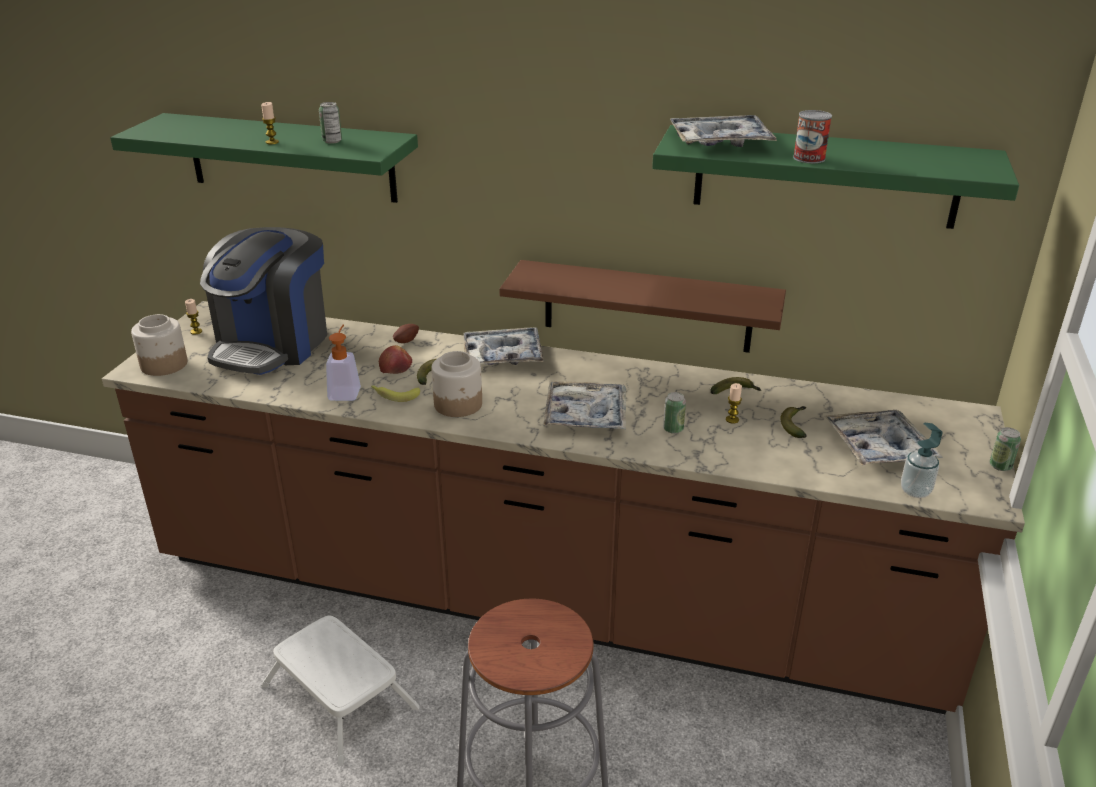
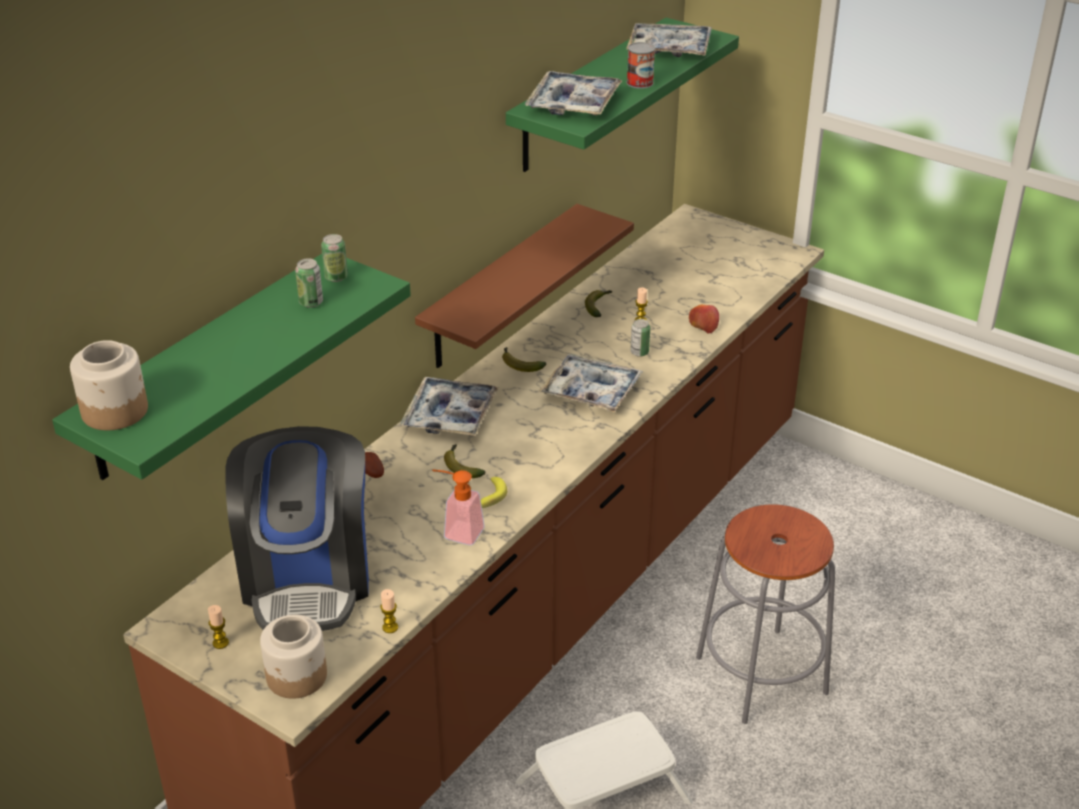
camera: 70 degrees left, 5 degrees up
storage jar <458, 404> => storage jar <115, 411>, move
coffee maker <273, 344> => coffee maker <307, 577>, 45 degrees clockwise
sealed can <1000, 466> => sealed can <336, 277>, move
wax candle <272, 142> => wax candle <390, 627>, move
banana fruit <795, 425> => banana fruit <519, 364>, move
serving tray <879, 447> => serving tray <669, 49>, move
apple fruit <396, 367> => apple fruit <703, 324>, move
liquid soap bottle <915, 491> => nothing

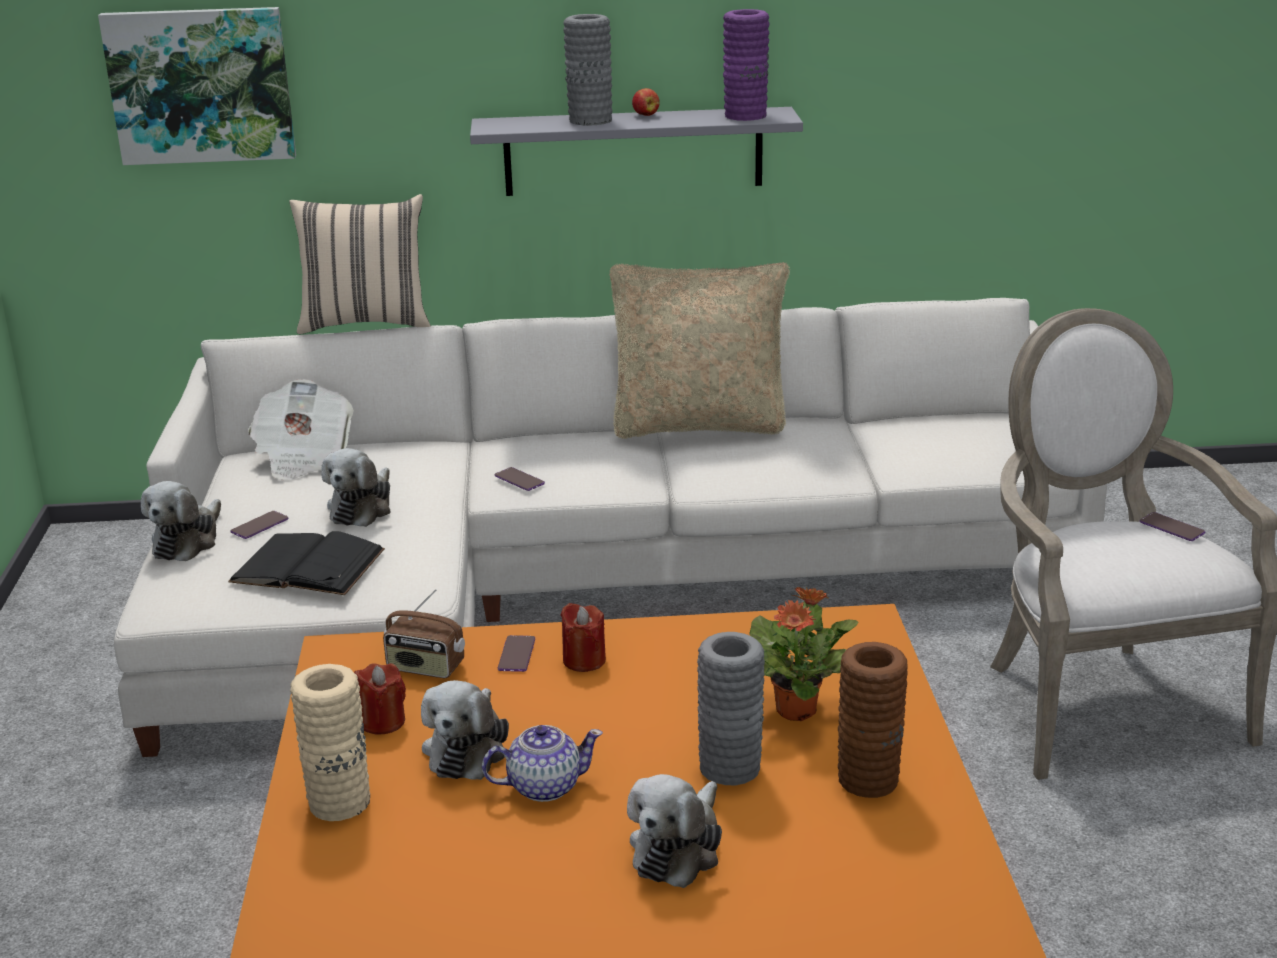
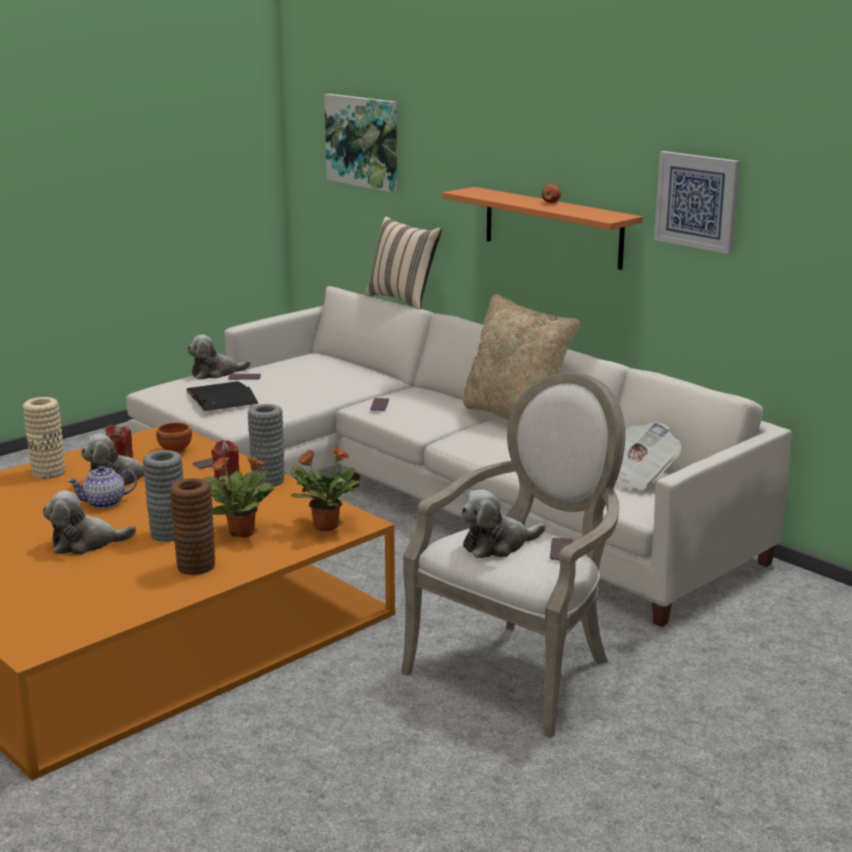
camera: 50 degrees right, 5 degrees down
pot for tea <543, 786> => pot for tea <105, 503>, 120 degrees clockwise
radio receiver <425, 668> => brown-coloured bowl <176, 450>
grey flower vase <590, 120> => grey flower vase <268, 480>, move
nothing => houseplant <324, 526>
grey shelf <633, 151> => orange shelf <552, 227>
cuddly toy <362, 508> => cuddly toy <497, 545>, move
daily paper <303, 457> => daily paper <634, 478>, move
nothing => wall picture <697, 201>
purple-coloured flower vase <745, 115> => nothing

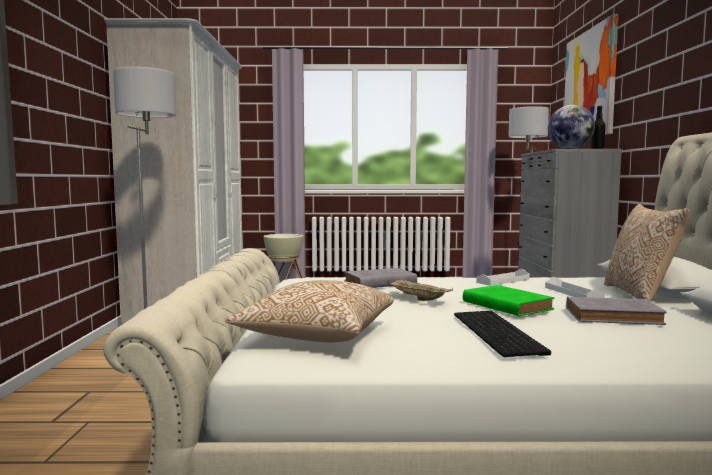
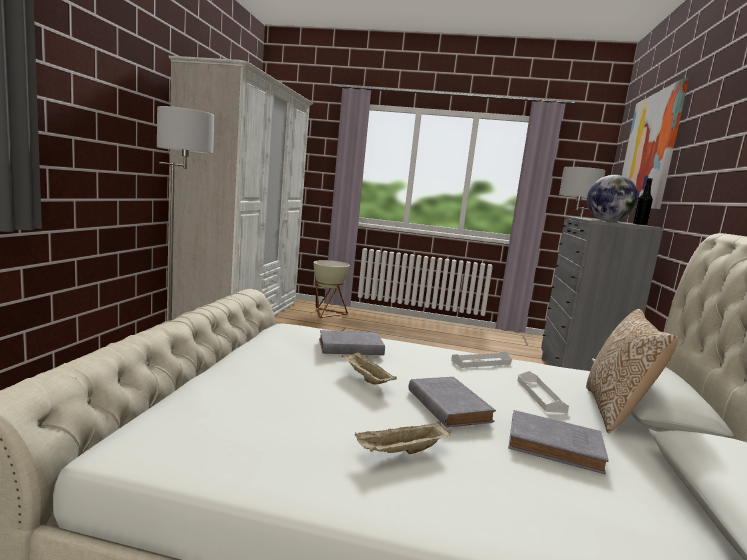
camera: 10 degrees right, 5 degrees up
computer keyboard <499, 332> => beige-coloured serving tray <401, 452>
green volume <505, 305> => grey volume <447, 405>
throw pillow <316, 335> => nothing

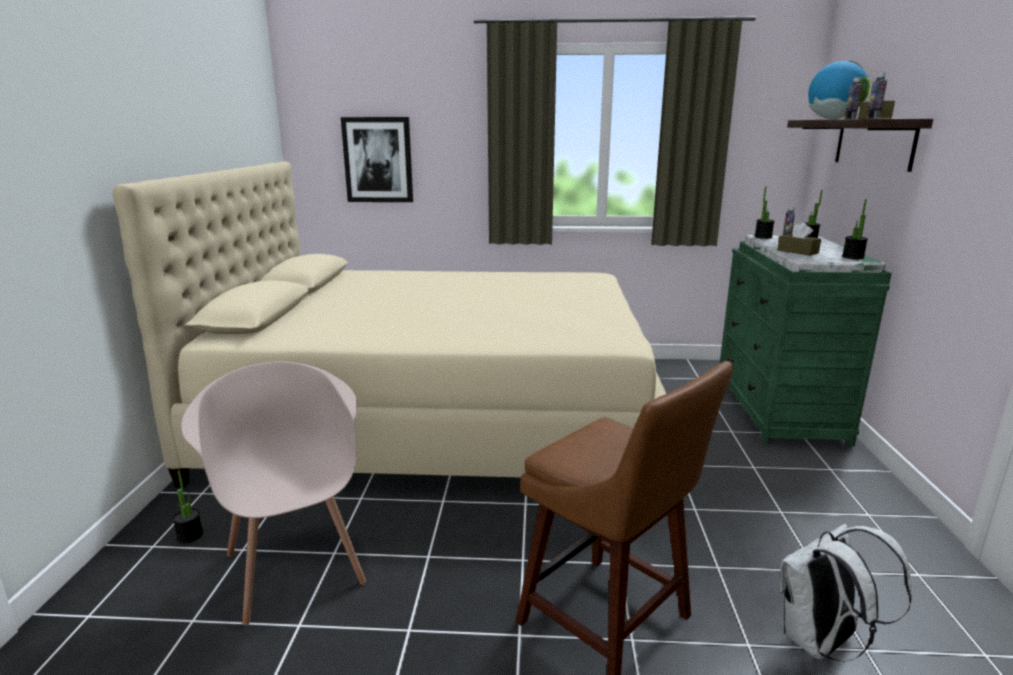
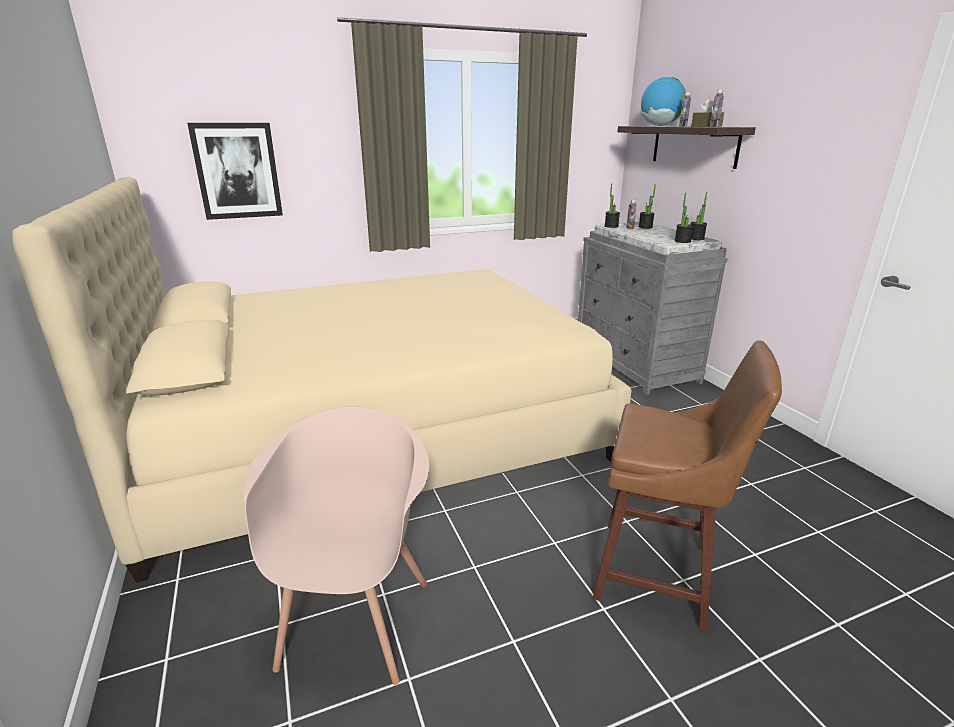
camera: 25 degrees left, 5 degrees up
beige-coloured chair <295, 567> => beige-coloured chair <356, 622>, 60 degrees clockwise
green chest of drawers <778, 408> => grey chest of drawers <634, 363>
houseplant <190, 535> => houseplant <682, 241>, move
brown-coloured tissue box <797, 252> => nothing
white-coloured backpack <821, 643> => nothing

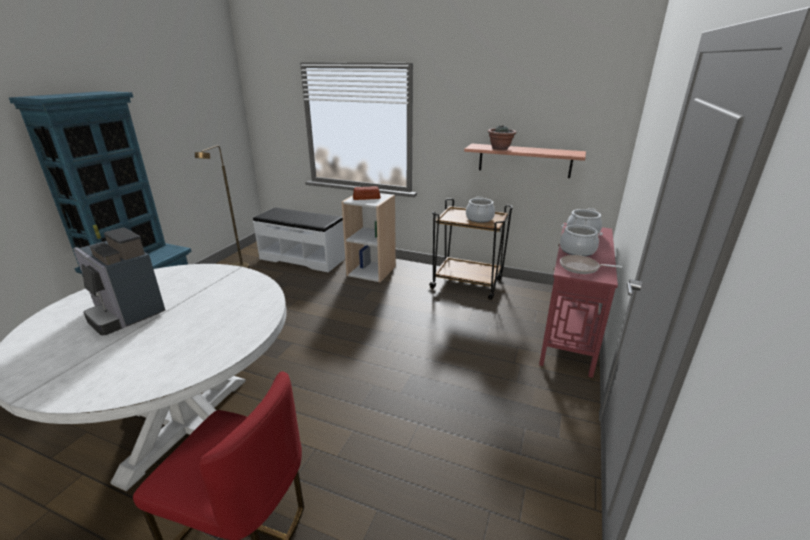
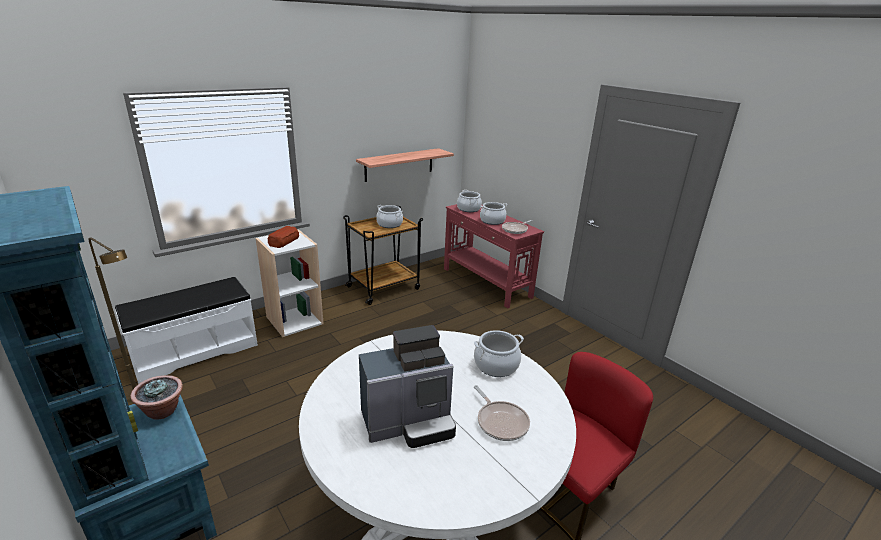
camera: 60 degrees left, 0 degrees up
houseplant <500, 148> => houseplant <163, 411>, move
nothing => saucepot <496, 365>
nothing => pan <501, 422>

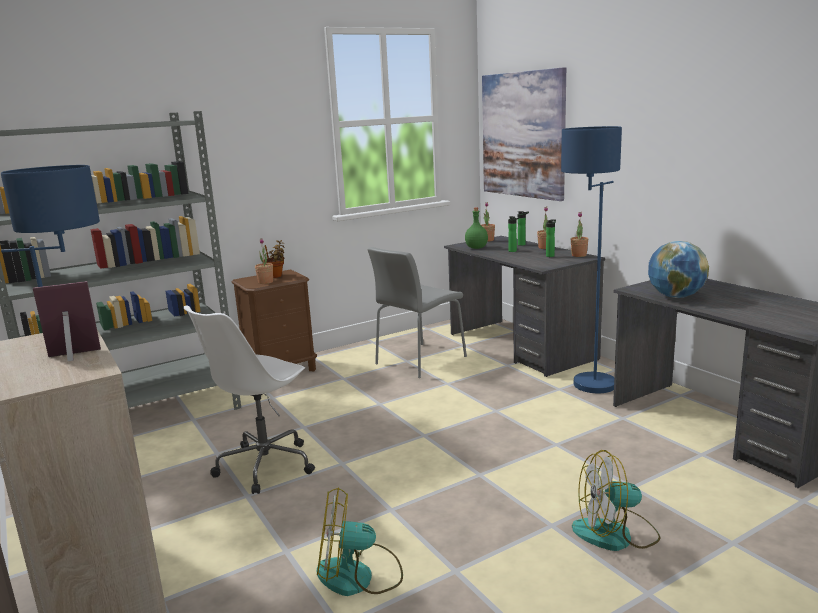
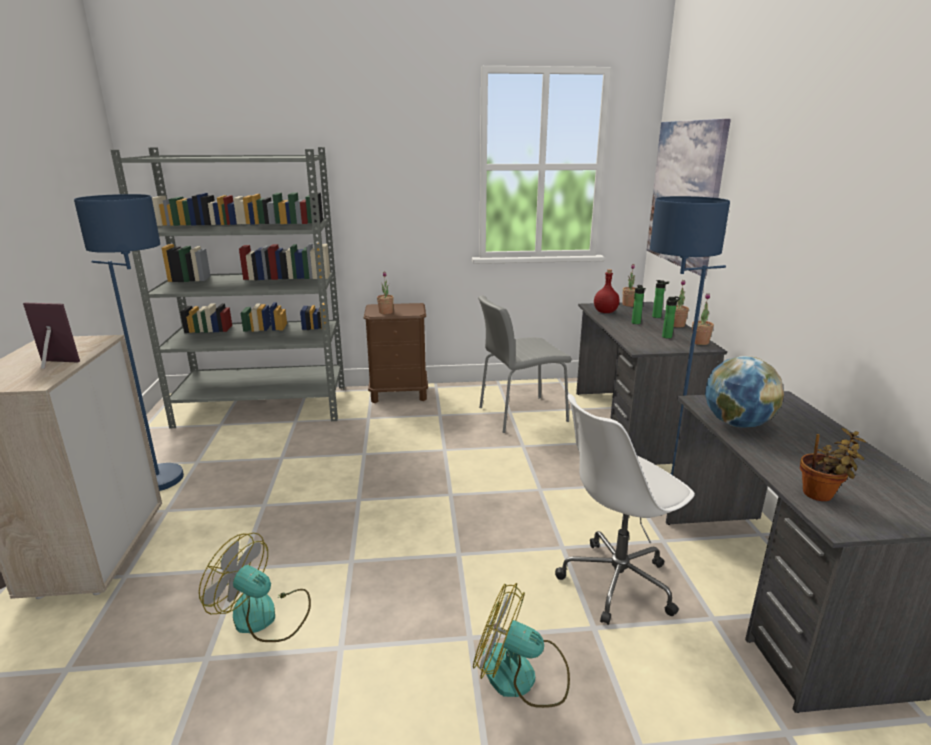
camera: 25 degrees right, 5 degrees up
white-coloured office chair <263, 467> => white-coloured office chair <614, 584>, move
green beverage bottle <477, 248> => red beverage bottle <605, 312>
houseplant <276, 276> => houseplant <820, 495>, move

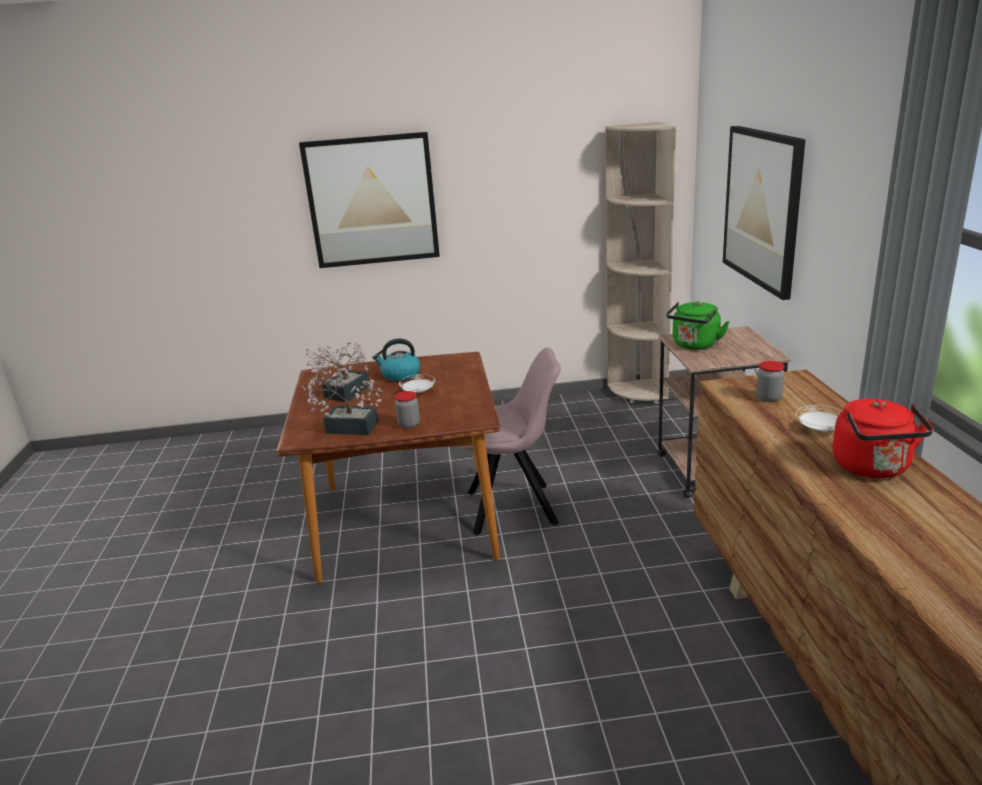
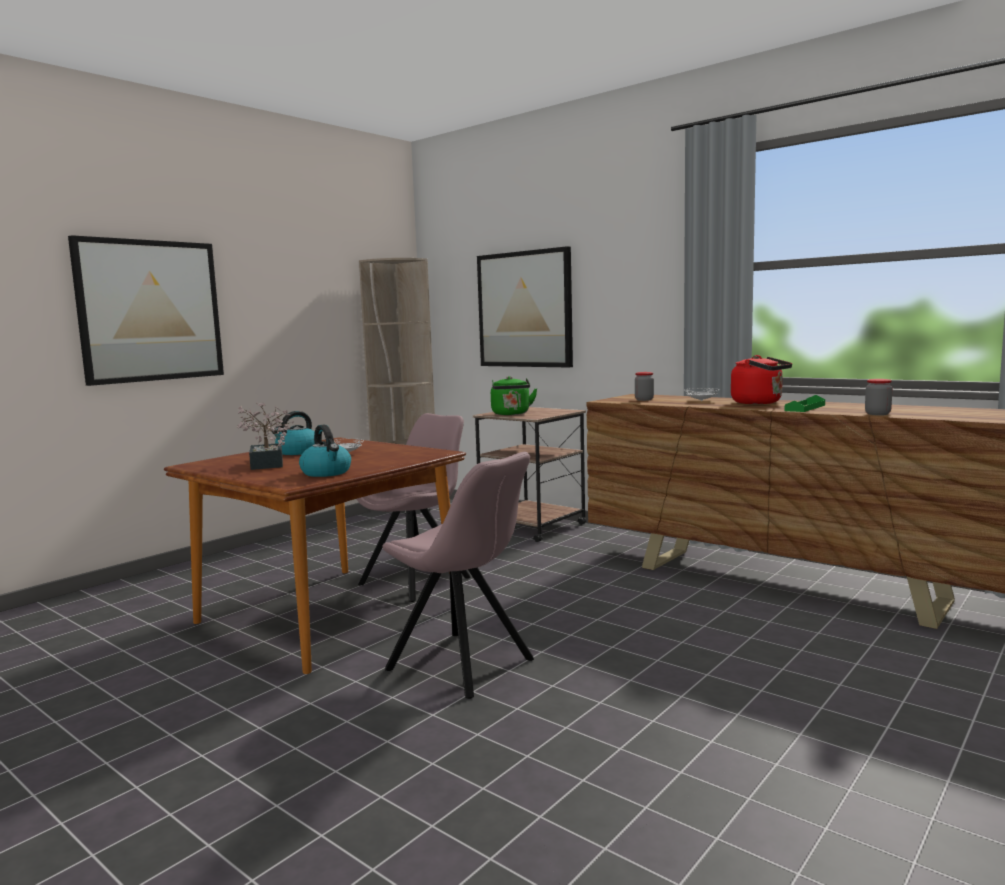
camera: 45 degrees left, 15 degrees down
houseplant <346, 427> => tea kettle <327, 473>
nothing => pink-coloured chair <461, 664>
nothing => green serving tray <805, 408>
storage jar <409, 424> => storage jar <877, 414>, move

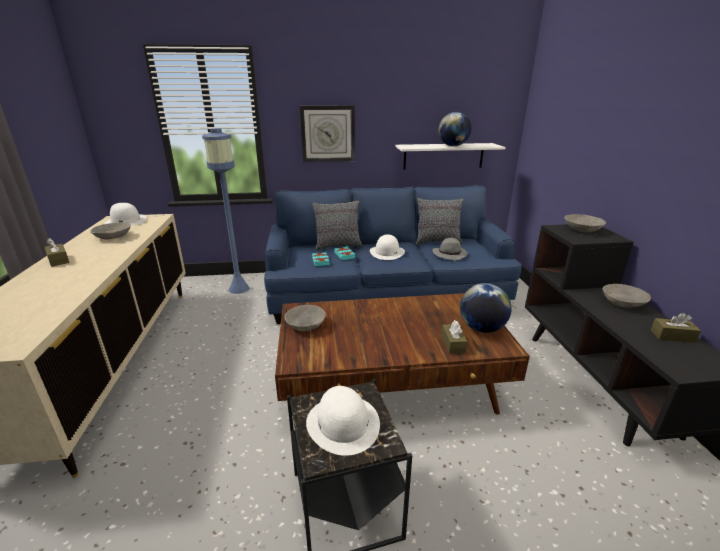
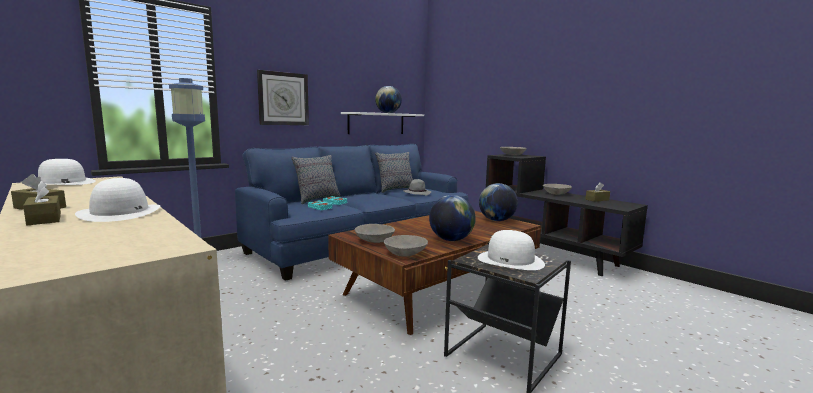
camera: 35 degrees left, 15 degrees down
brown-coloured tissue box <453, 344> => brown-coloured tissue box <44, 219>, move
white-coloured hat <387, 252> => white-coloured hat <120, 213>, move
grey bowl <114, 237> => grey bowl <405, 253>, move
nothing => desk globe <451, 240>

